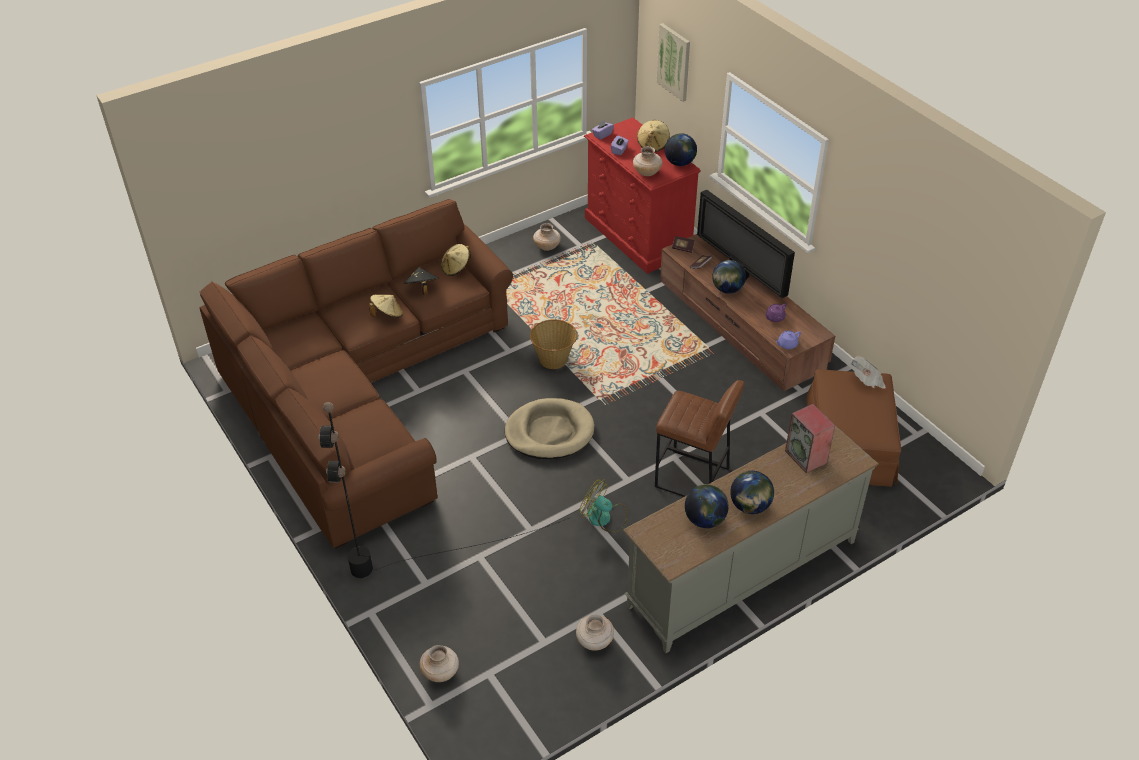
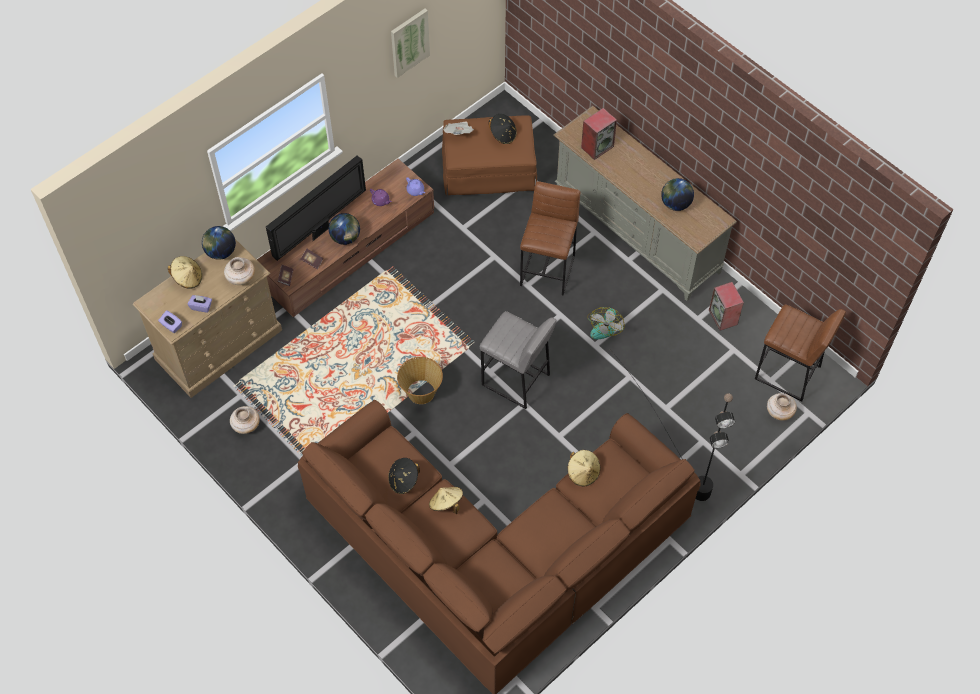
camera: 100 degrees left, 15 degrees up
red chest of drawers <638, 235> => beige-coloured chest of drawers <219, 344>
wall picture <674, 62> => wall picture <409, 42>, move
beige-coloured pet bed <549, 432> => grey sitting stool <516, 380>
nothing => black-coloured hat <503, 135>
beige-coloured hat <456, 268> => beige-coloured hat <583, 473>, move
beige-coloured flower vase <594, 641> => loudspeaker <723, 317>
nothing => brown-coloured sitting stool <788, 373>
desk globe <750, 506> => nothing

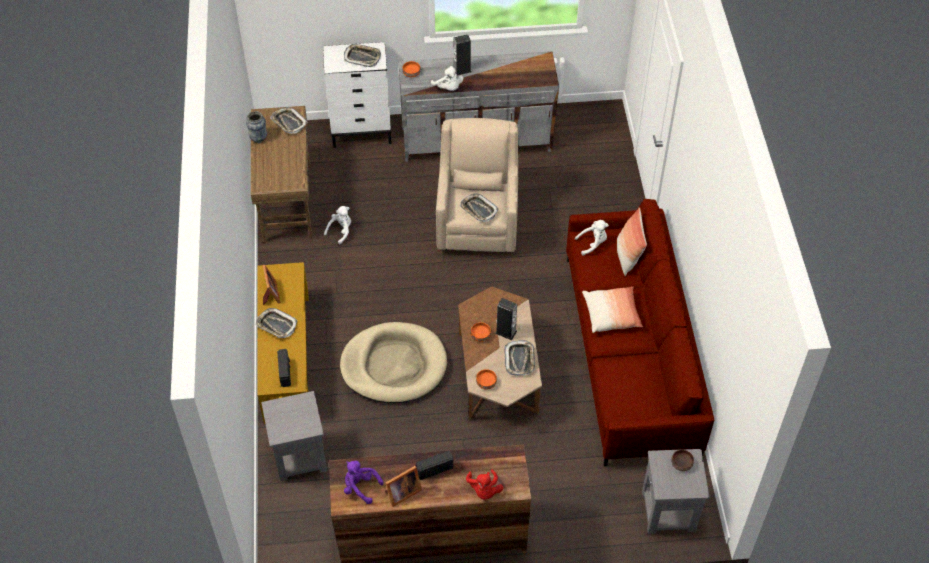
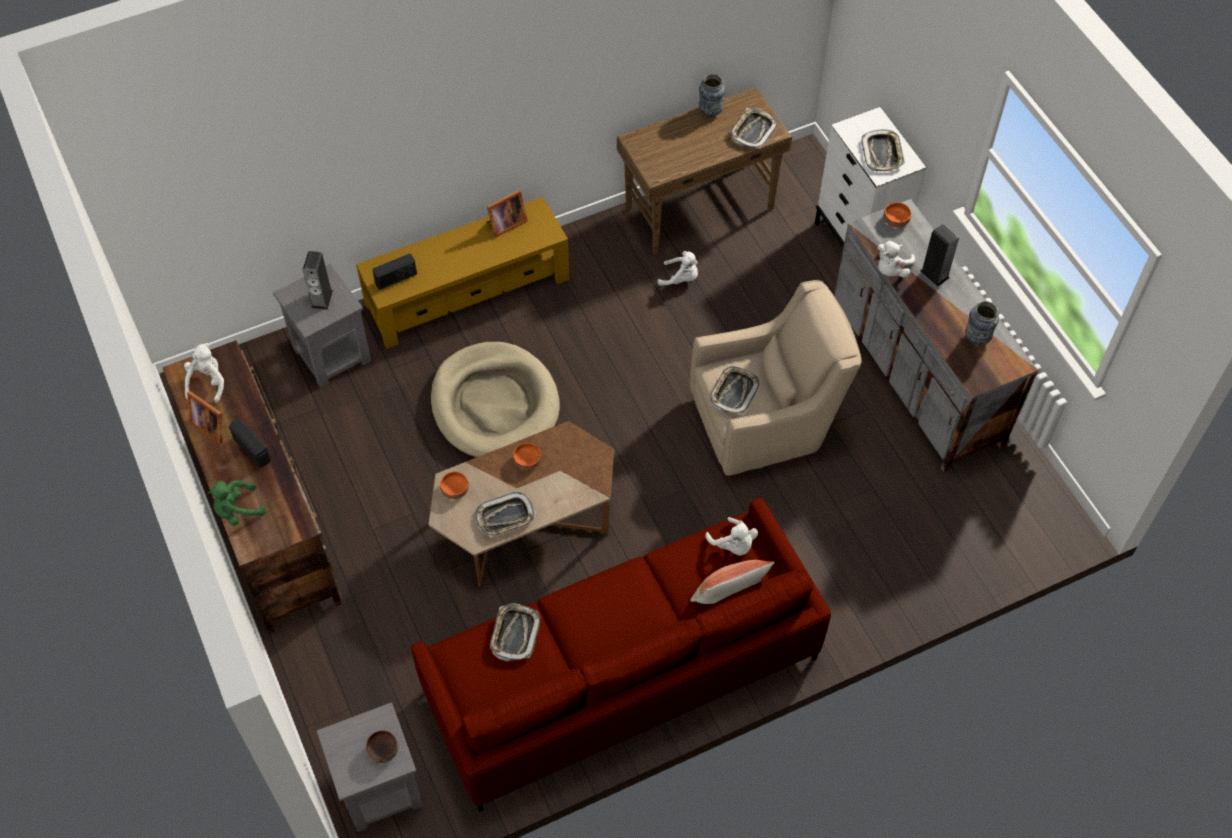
camera: 70 degrees right, 5 degrees up
purple-coloured cuddly toy <360, 487> => white-coloured cuddly toy <207, 382>
red cuddly toy <484, 490> => green cuddly toy <237, 510>
loudspeaker <506, 332> => loudspeaker <322, 299>, move
serving tray <276, 325> => serving tray <514, 634>, move
nothing => flower vase <977, 338>
throw pillow <611, 314> => nothing

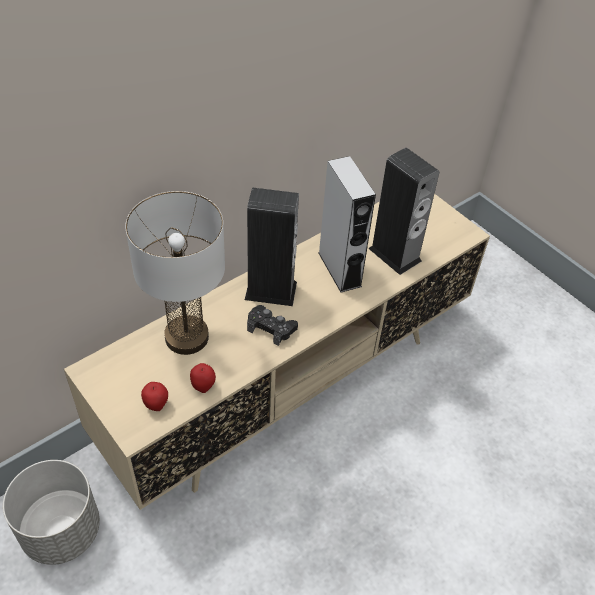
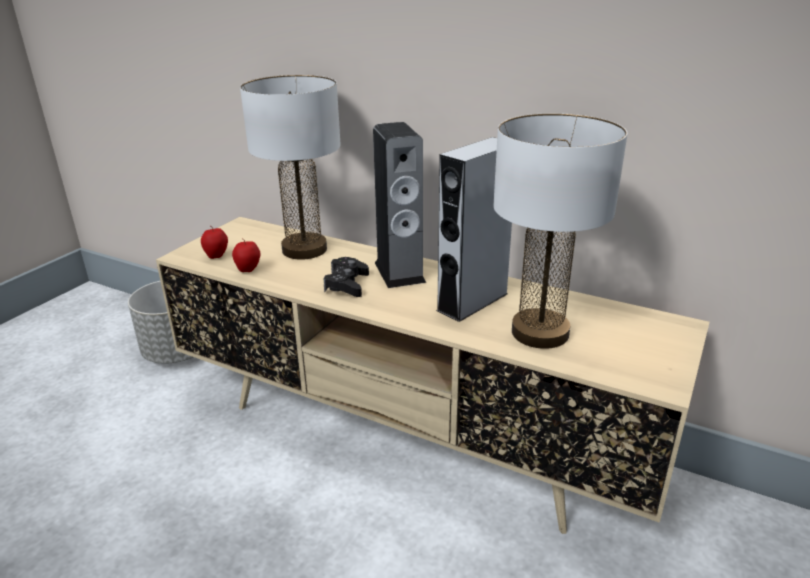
camera: 70 degrees right, 20 degrees down
loudspeaker <394, 254> => lamp for a table <540, 332>

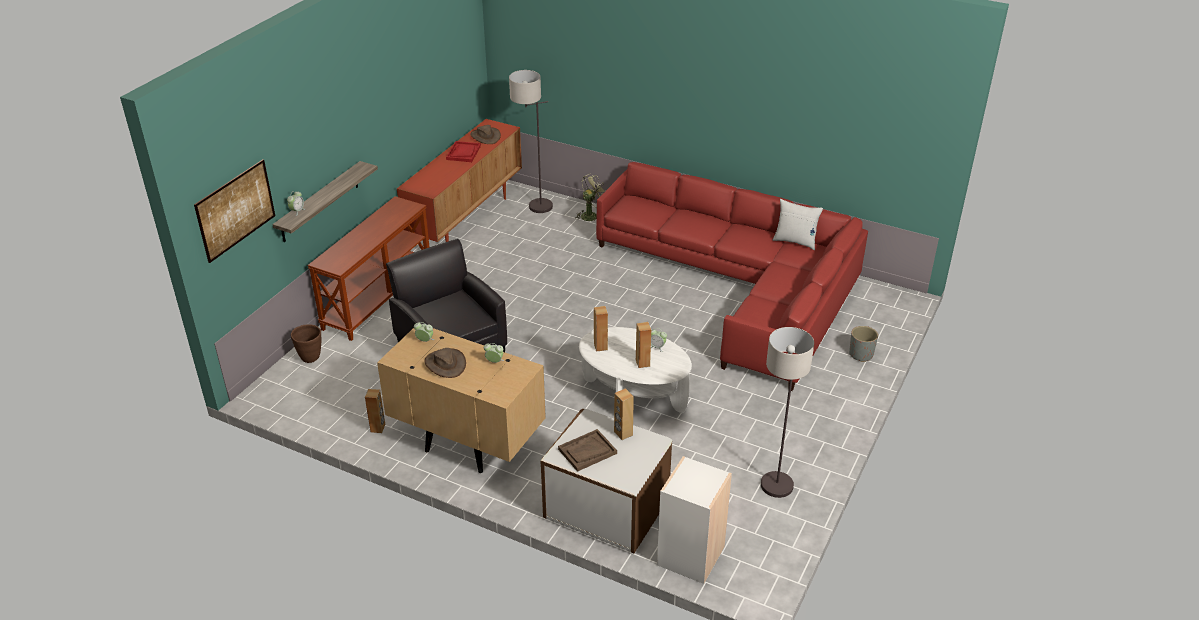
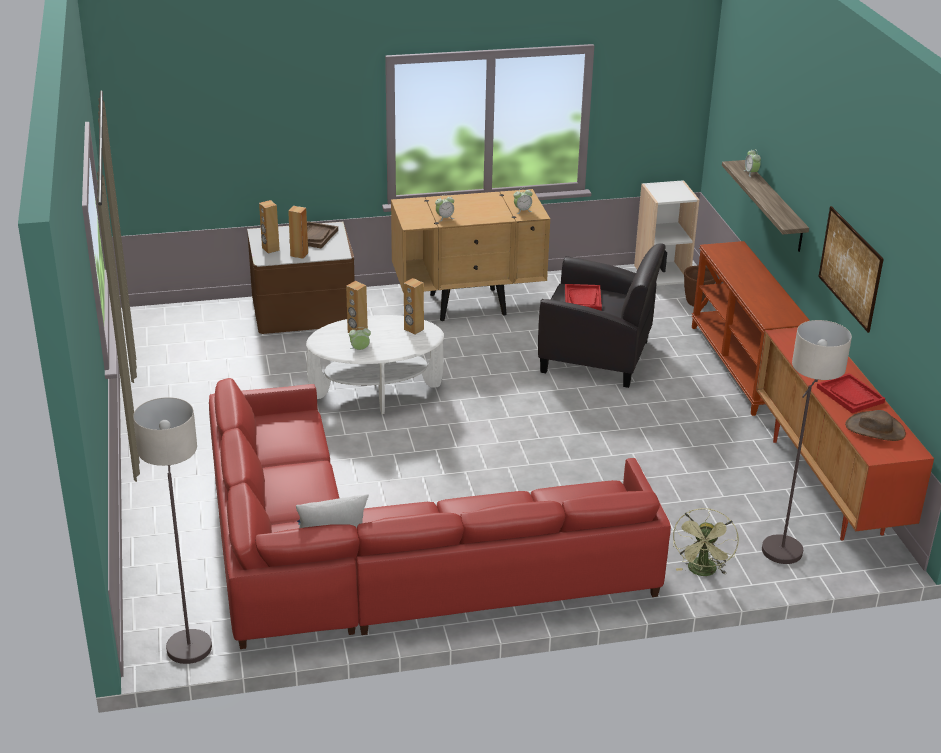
camera: 140 degrees right, 5 degrees down
grey floor lamp <773, 492> => grey floor lamp <188, 639>, move
brown-coloured loudspeaker <378, 428> => brown-coloured loudspeaker <270, 249>, move
nothing => red serving tray <583, 299>
bookcase <690, 556> => bookcase <662, 274>, move
wall picture <236, 210> => wall picture <850, 268>, move
brown-coloured hat <445, 364> => nothing
grey planter <860, 354> => nothing

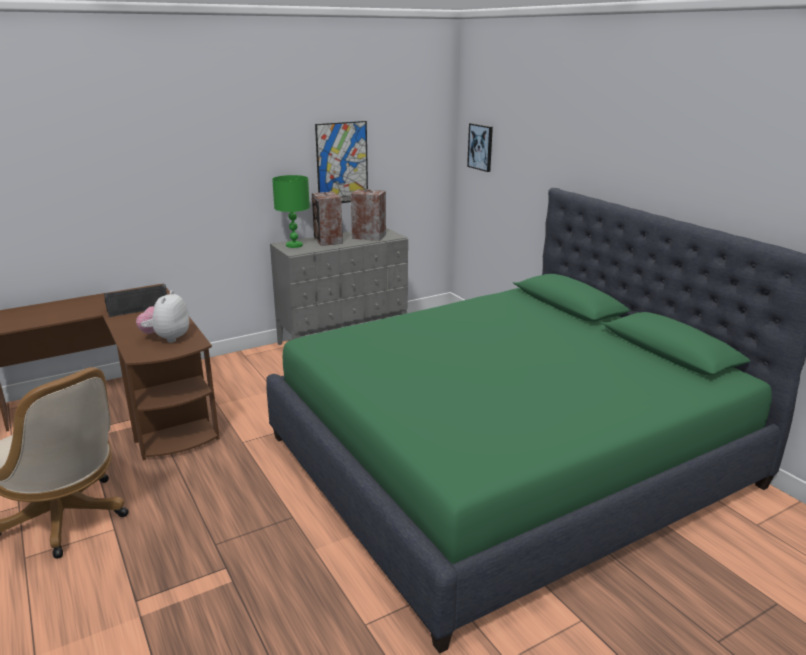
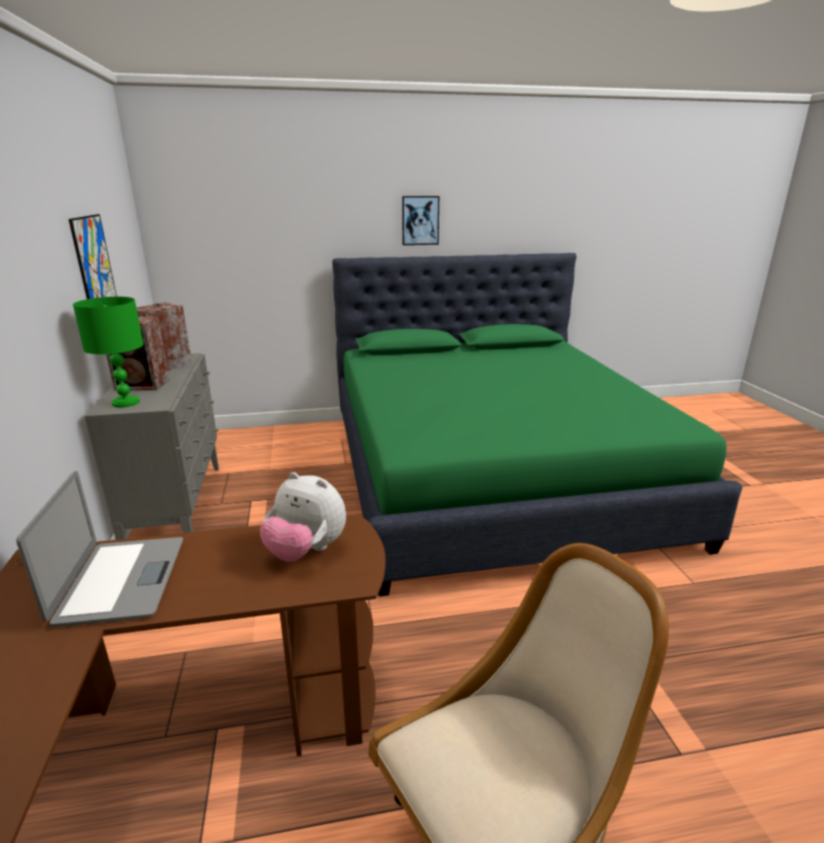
camera: 70 degrees left, 0 degrees up
black-coloured loudspeaker <138, 307> => notebook computer <120, 581>
wall picture <481, 147> => wall picture <420, 220>, move

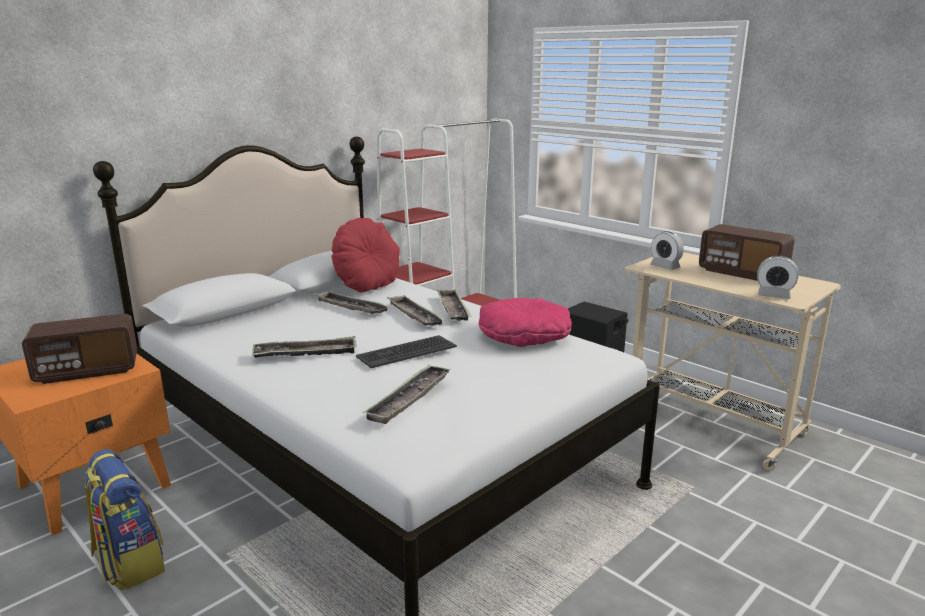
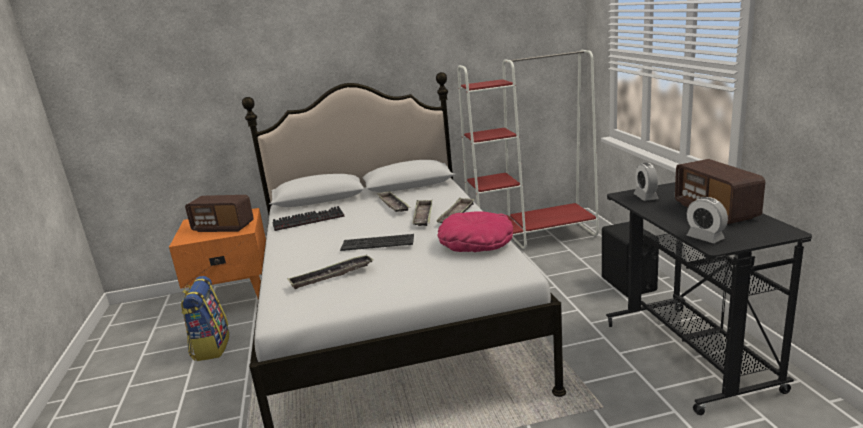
camera: 35 degrees right, 0 degrees up
nothing => computer keyboard <309, 220>
beige-coloured desk table <709, 422> => black-coloured desk table <688, 355>
serving tray <306, 353> => nothing
red throw pillow <367, 287> => nothing

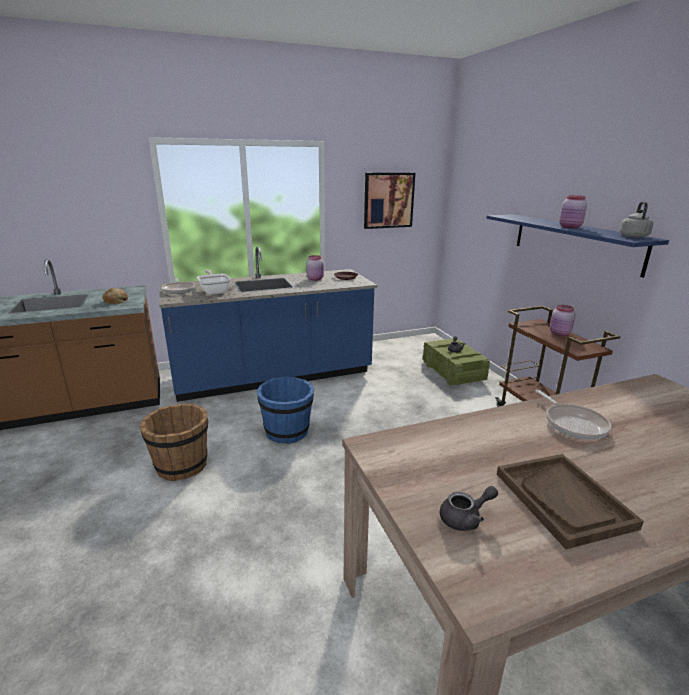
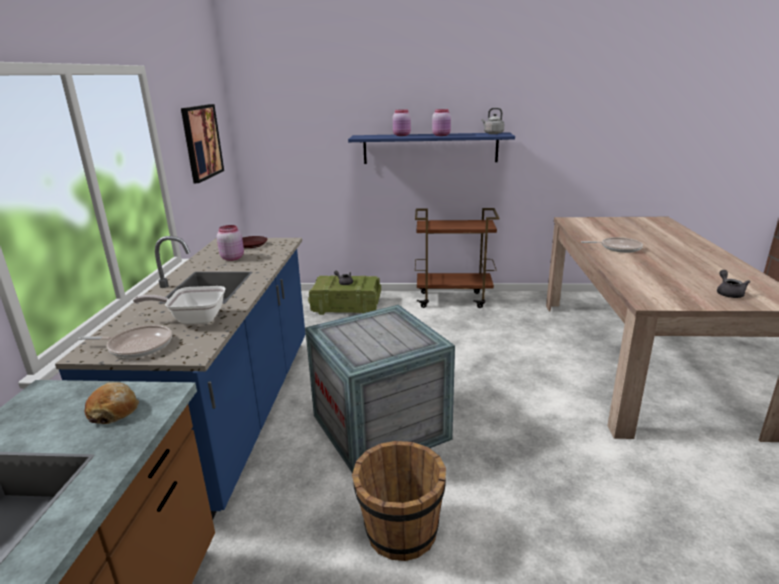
camera: 65 degrees left, 0 degrees up
bluish bucket <287, 432> => packing crate <381, 428>
pink-coloured storage jar <559, 333> => pink-coloured storage jar <402, 135>, move
brown-coloured serving tray <563, 500> => nothing

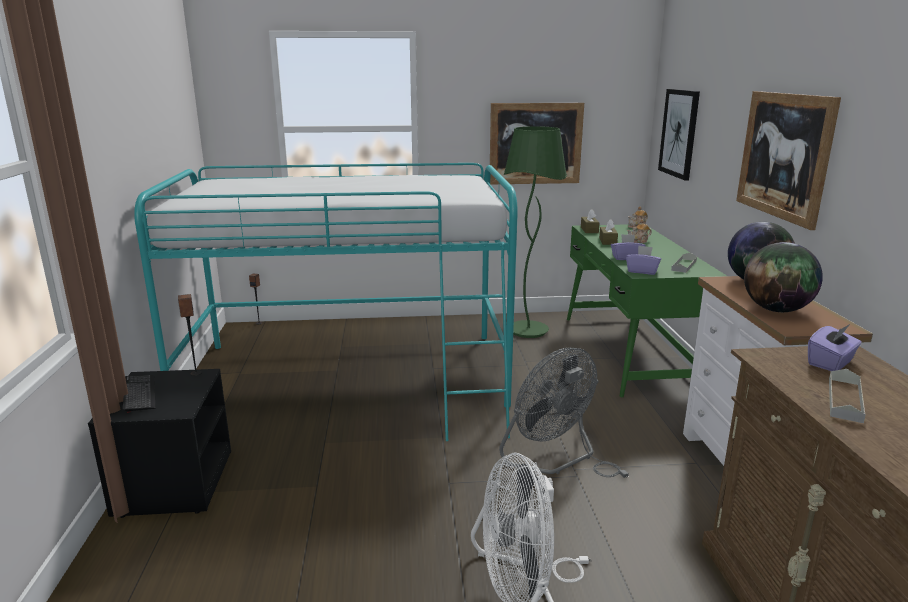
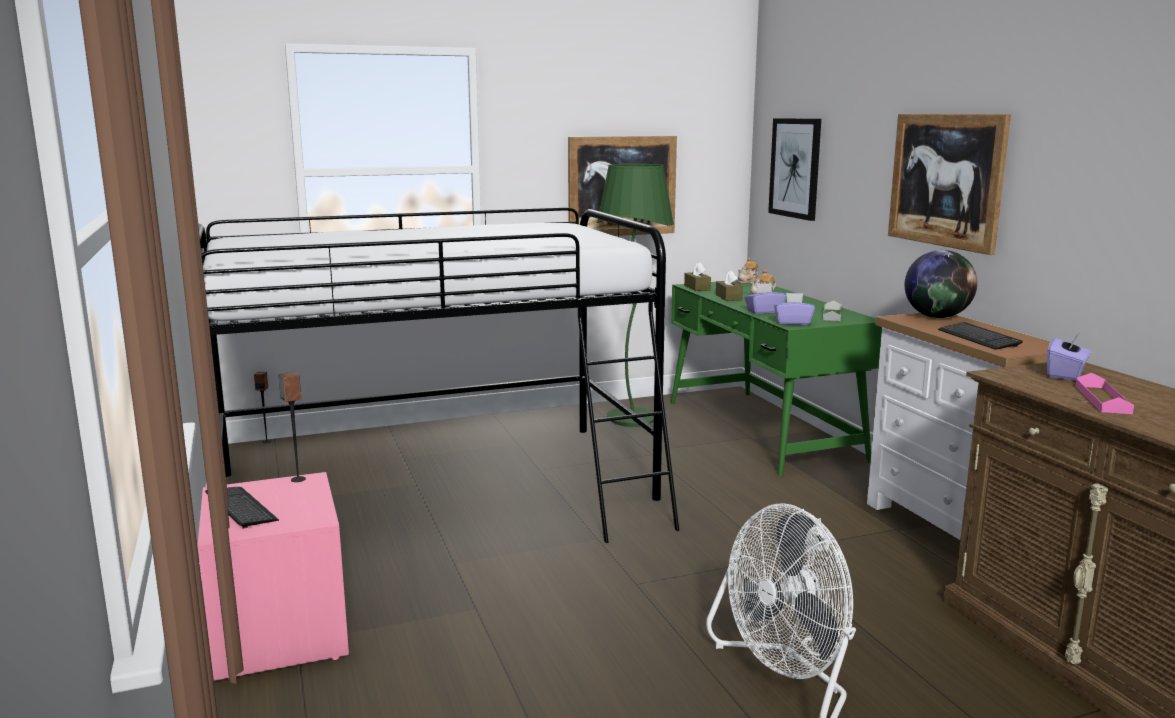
camera: 15 degrees left, 5 degrees down
black-coloured bedside table <173, 482> => pink-coloured bedside table <278, 631>
turquoise-coloured sleeping bed <353, 375> => black-coloured sleeping bed <441, 488>
desk globe <776, 310> => computer keyboard <978, 338>
grey serving tray <845, 399> => pink-coloured serving tray <1102, 399>
grey electric fan <564, 456> => nothing

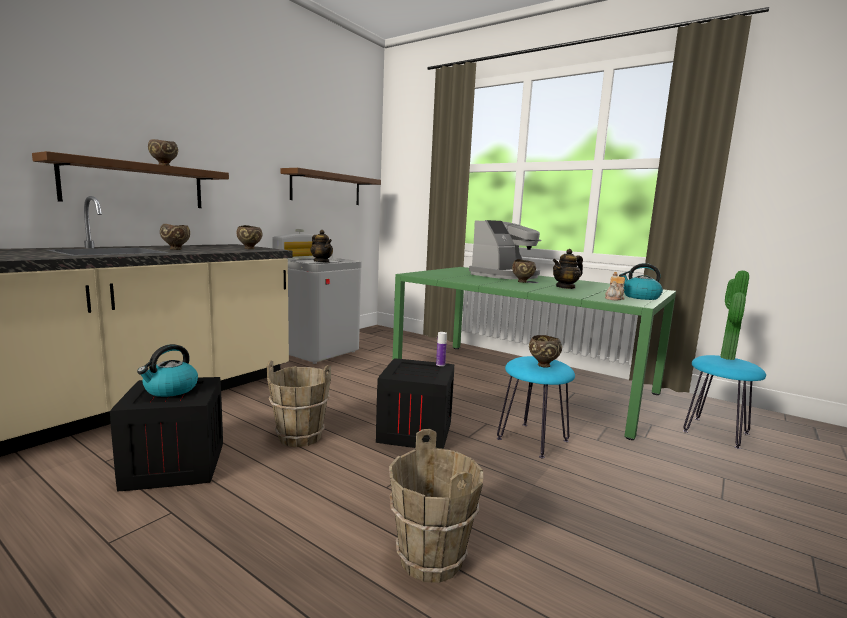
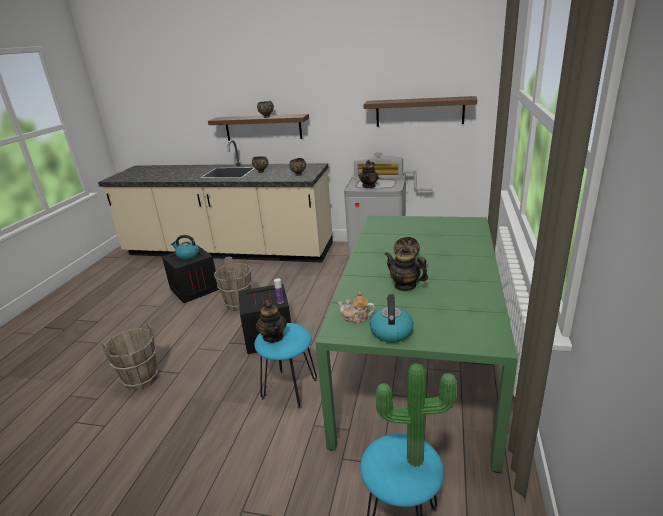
camera: 70 degrees right, 15 degrees up
brown-coloured bowl <542, 365> => pot for tea <273, 337>
coffee maker <505, 275> => nothing

